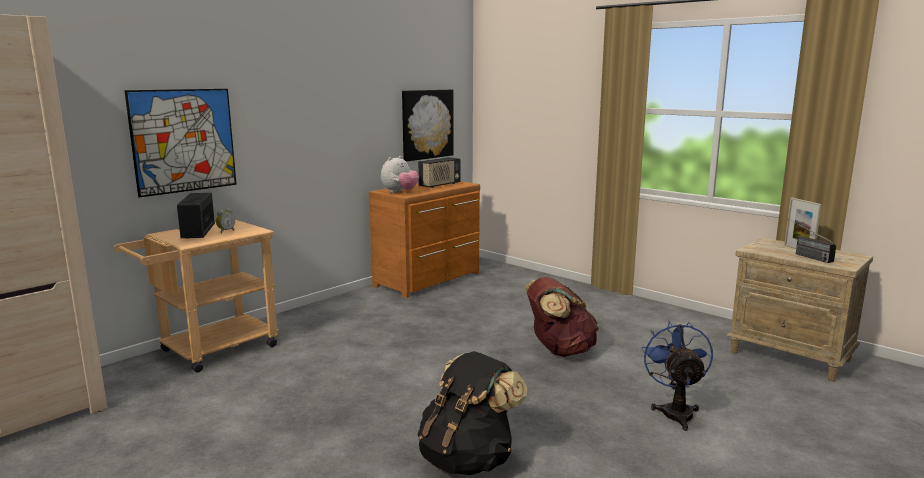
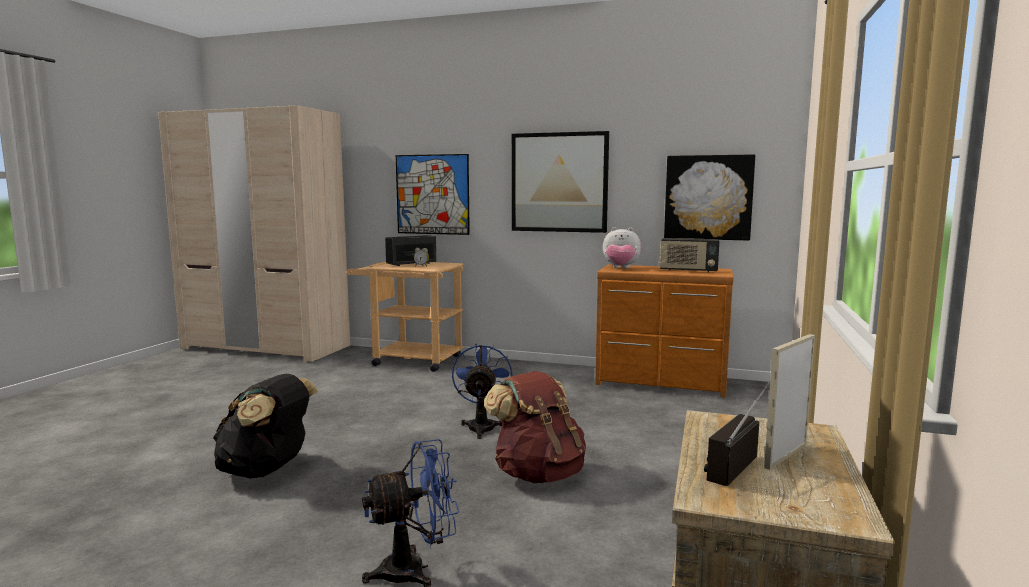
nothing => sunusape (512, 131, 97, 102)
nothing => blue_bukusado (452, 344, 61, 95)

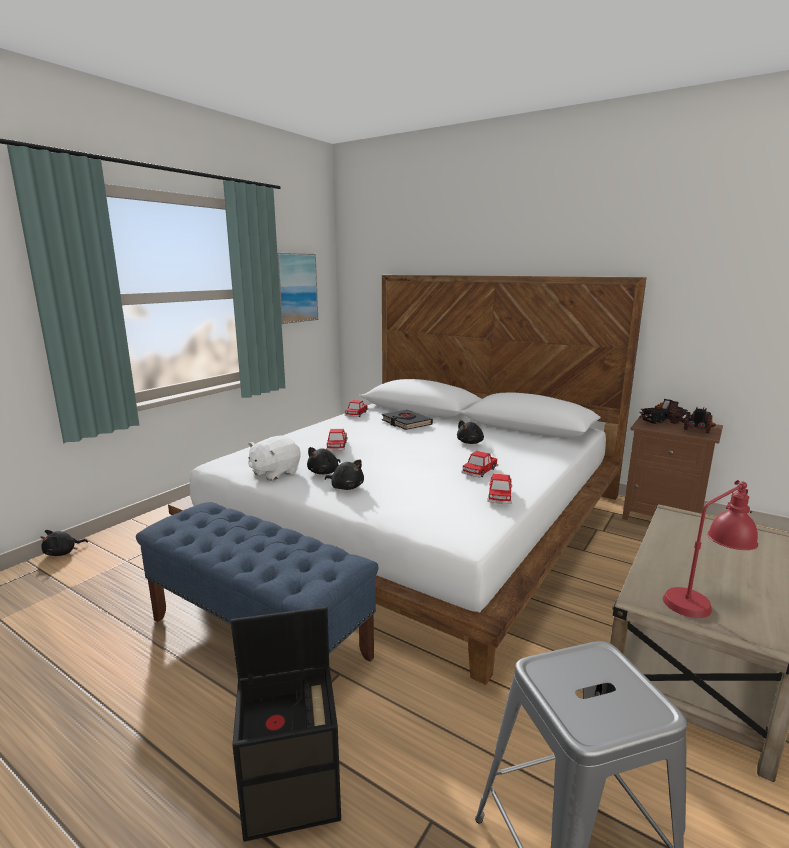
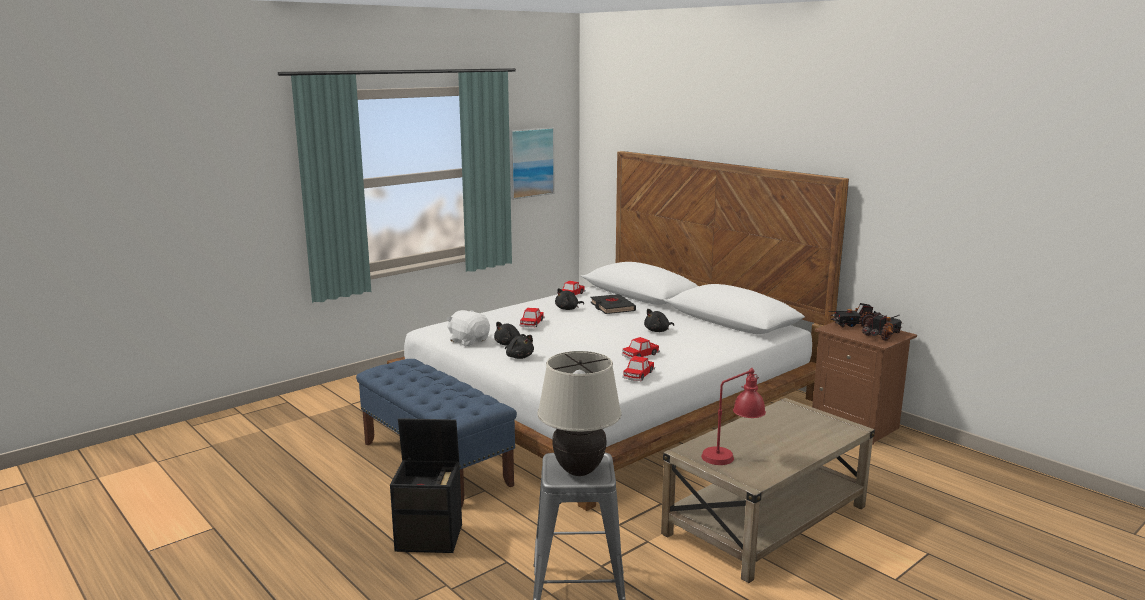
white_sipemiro (249, 436, 52, 45) => white_sipemiro (446, 310, 44, 36), 75 degrees clockwise
black_sipemiro (41, 530, 47, 26) => black_sipemiro (555, 288, 29, 22), shifted
nothing => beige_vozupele (537, 351, 85, 125)

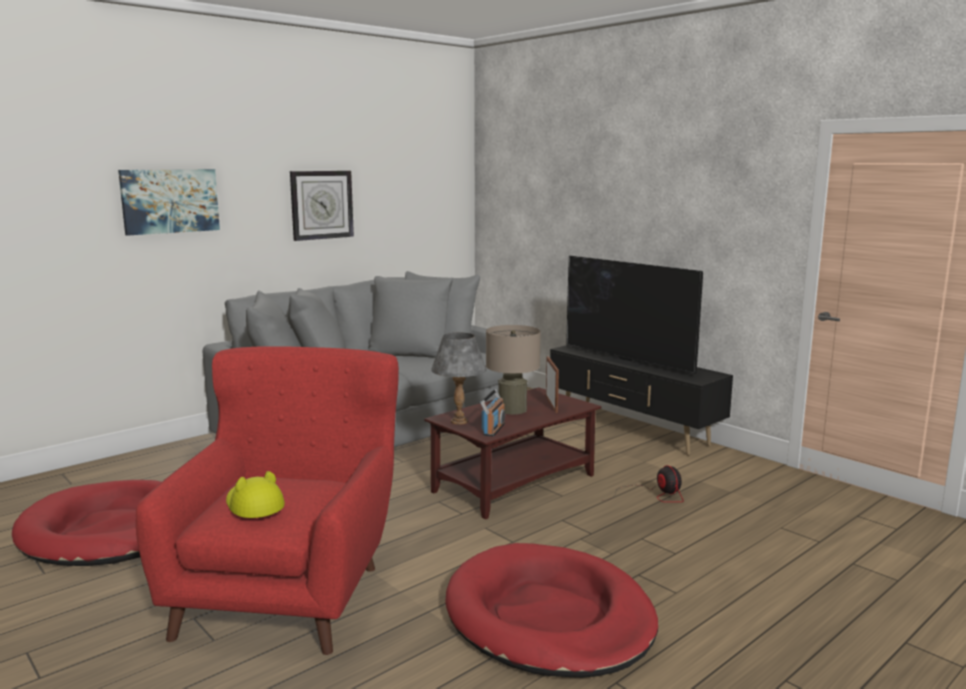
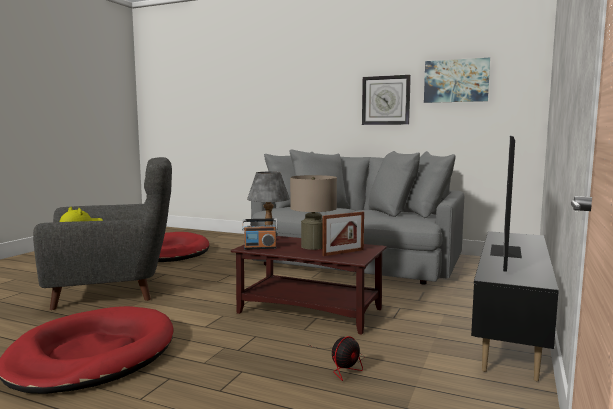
sunusape (118, 169, 102, 67) => sunusape (424, 58, 66, 45), shifted
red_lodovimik (136, 346, 263, 309) => grey_lodovimik (33, 157, 139, 153)

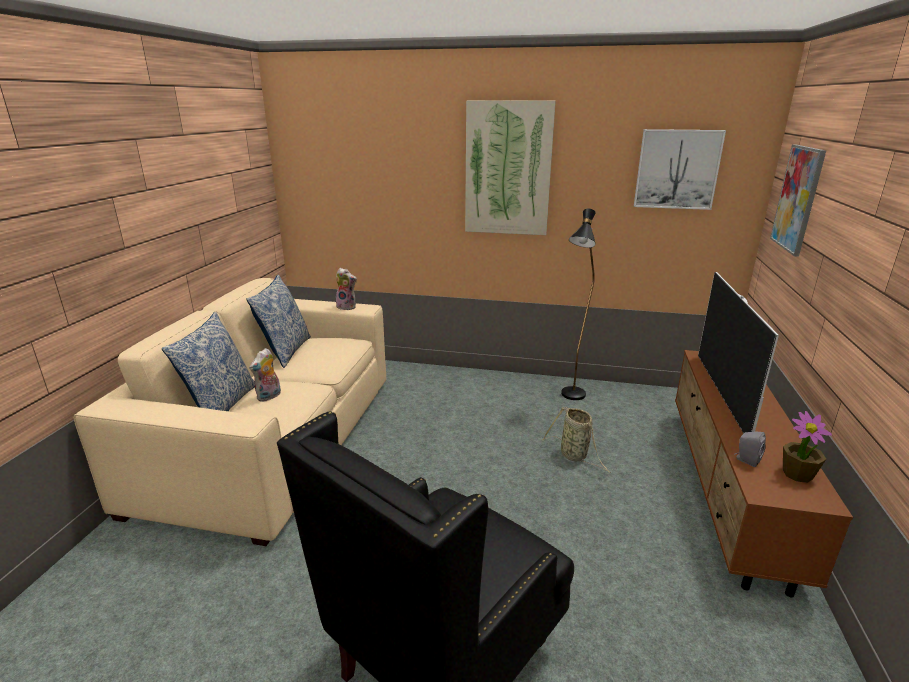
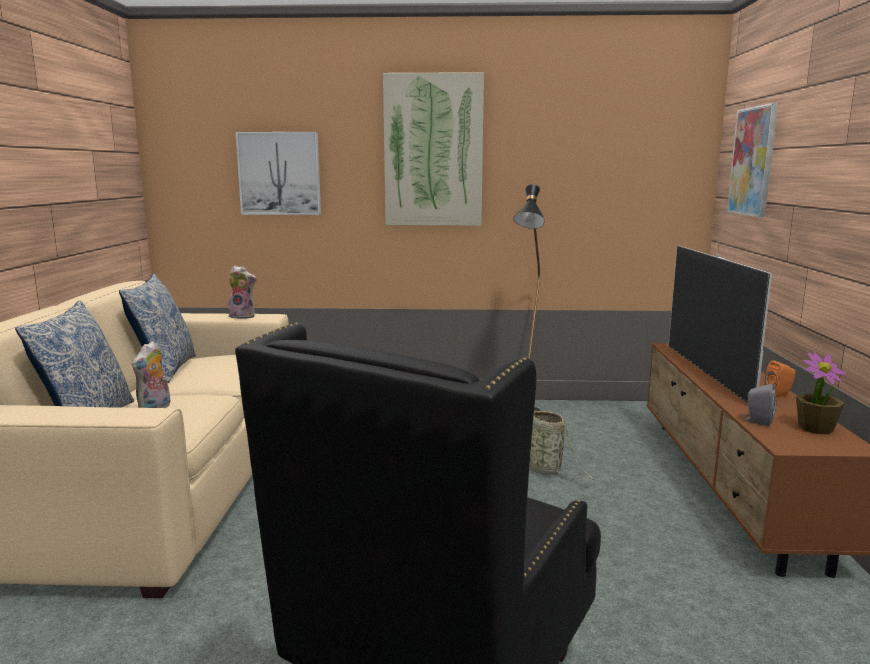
sunusape (634, 129, 92, 81) => sunusape (236, 132, 85, 83), shifted
nothing => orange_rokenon (764, 360, 31, 38)

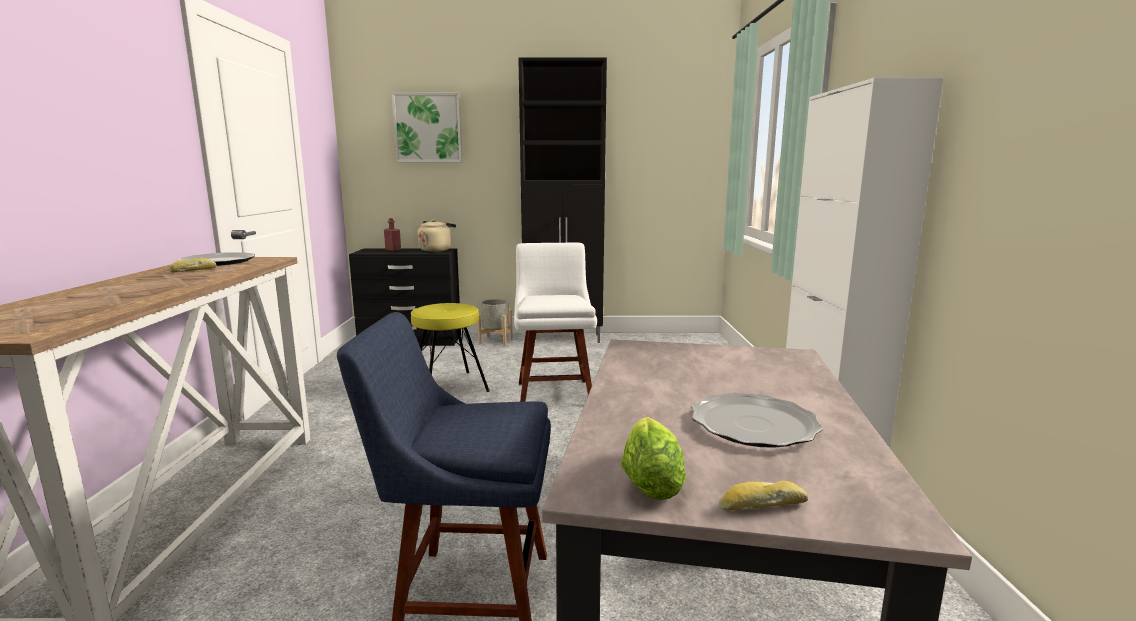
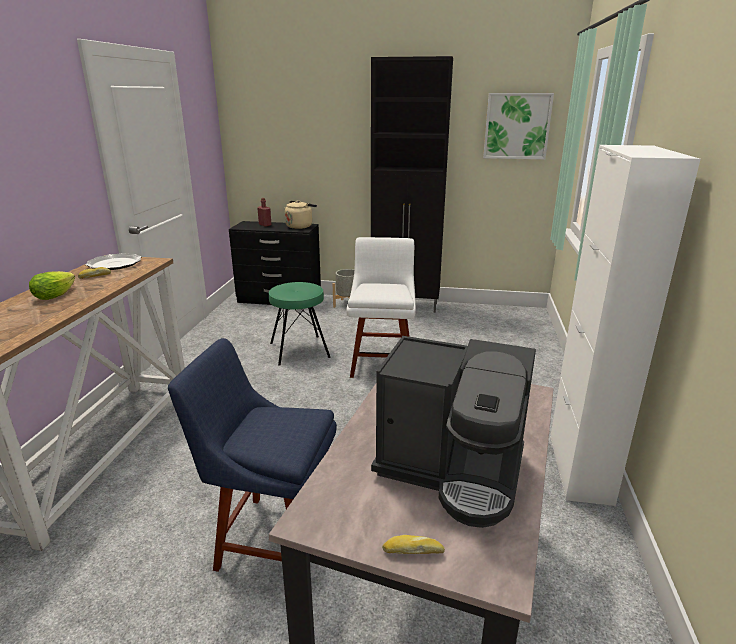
sunusape (392, 93, 70, 69) => sunusape (483, 93, 71, 67), shifted
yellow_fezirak (411, 303, 79, 89) => green_fezirak (269, 282, 62, 84)
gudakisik (691, 392, 132, 56) => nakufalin (371, 336, 165, 192)
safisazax (621, 417, 66, 83) => safisazax (29, 271, 46, 29), shifted

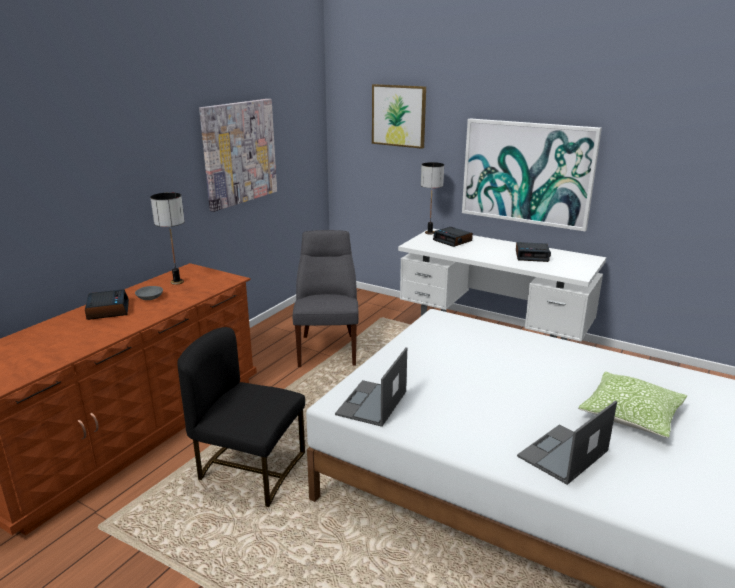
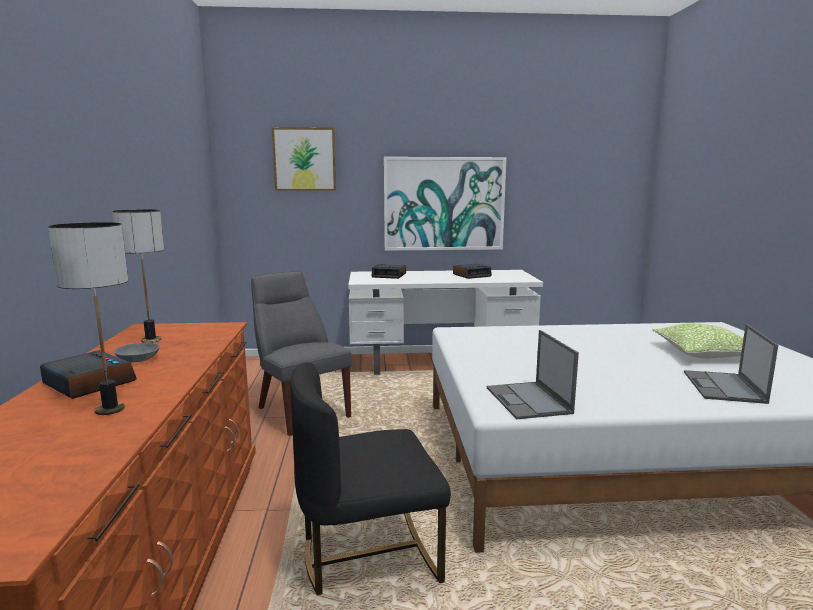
sunusape (199, 99, 78, 113) => nothing
vozupele (421, 162, 23, 72) => vozupele (48, 222, 80, 193), shifted

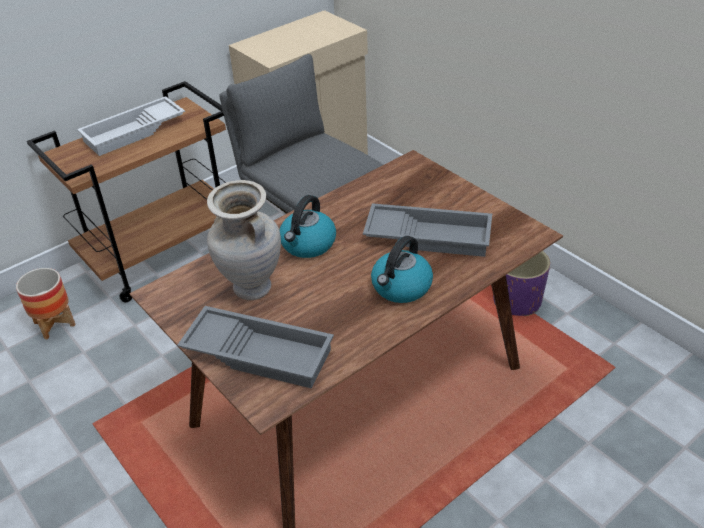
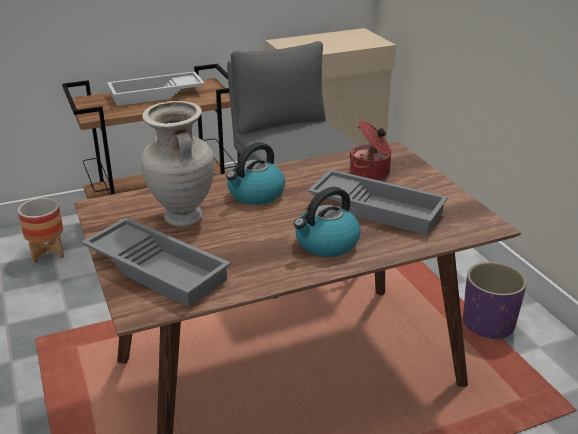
nothing => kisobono (349, 120, 43, 60)

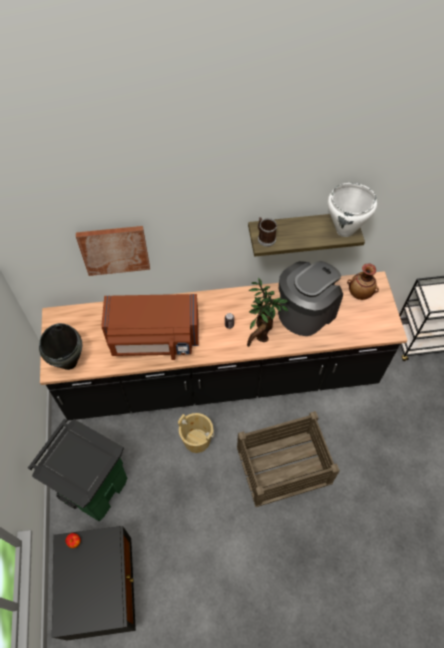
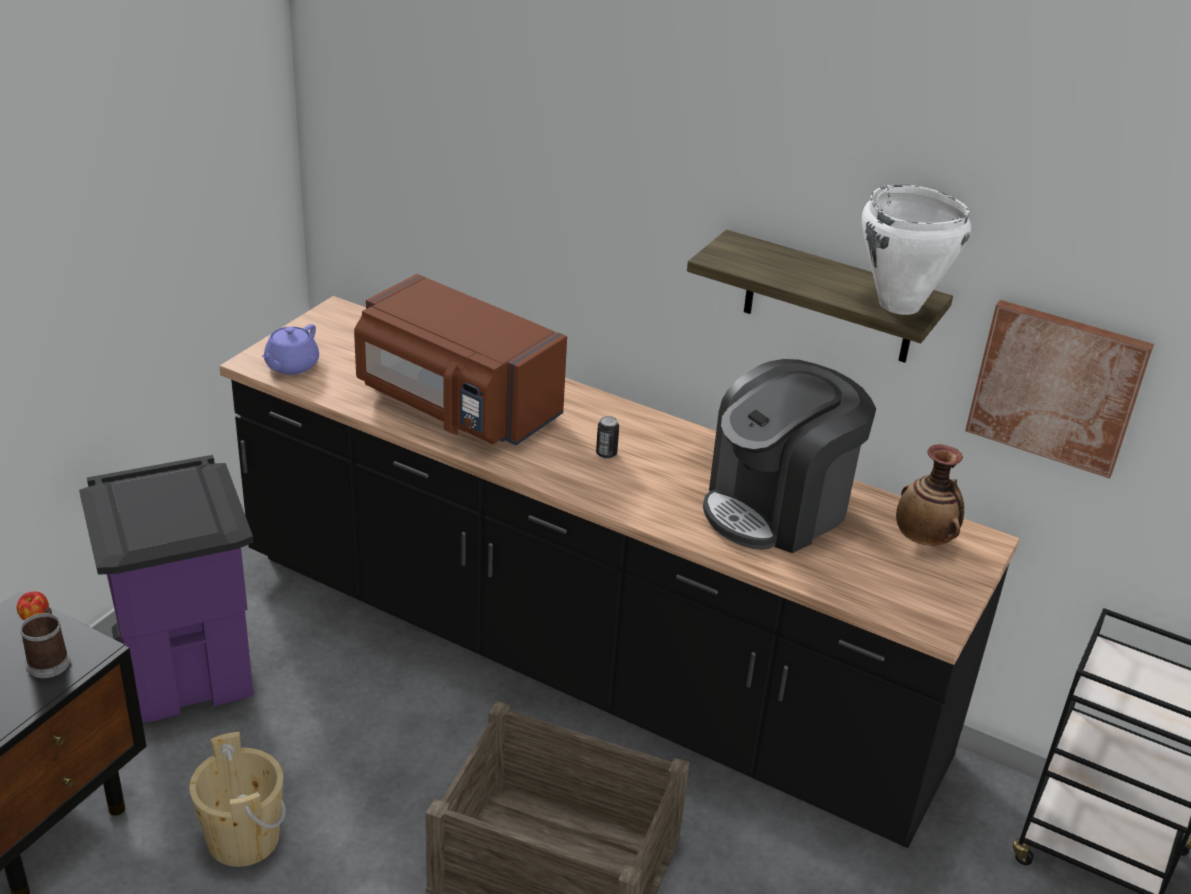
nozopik (258, 217, 19, 30) => nozopik (20, 608, 50, 70), shifted
sunusape (76, 226, 74, 50) => sunusape (965, 300, 189, 179), shifted
nakufalin (278, 261, 65, 75) => nakufalin (703, 359, 173, 194), 150 degrees clockwise
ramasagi (247, 277, 41, 70) => nothing
black_kisobono (39, 323, 43, 47) => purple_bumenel (262, 324, 57, 51)
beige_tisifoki (178, 413, 36, 40) => beige_tisifoki (189, 732, 97, 135), shifted
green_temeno (28, 418, 99, 103) => purple_temeno (79, 455, 175, 267)

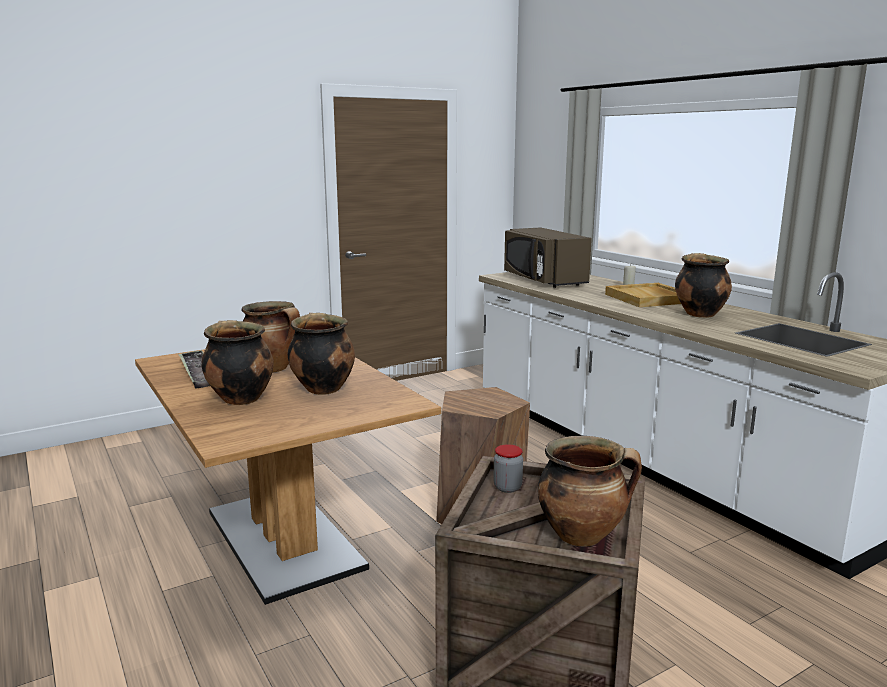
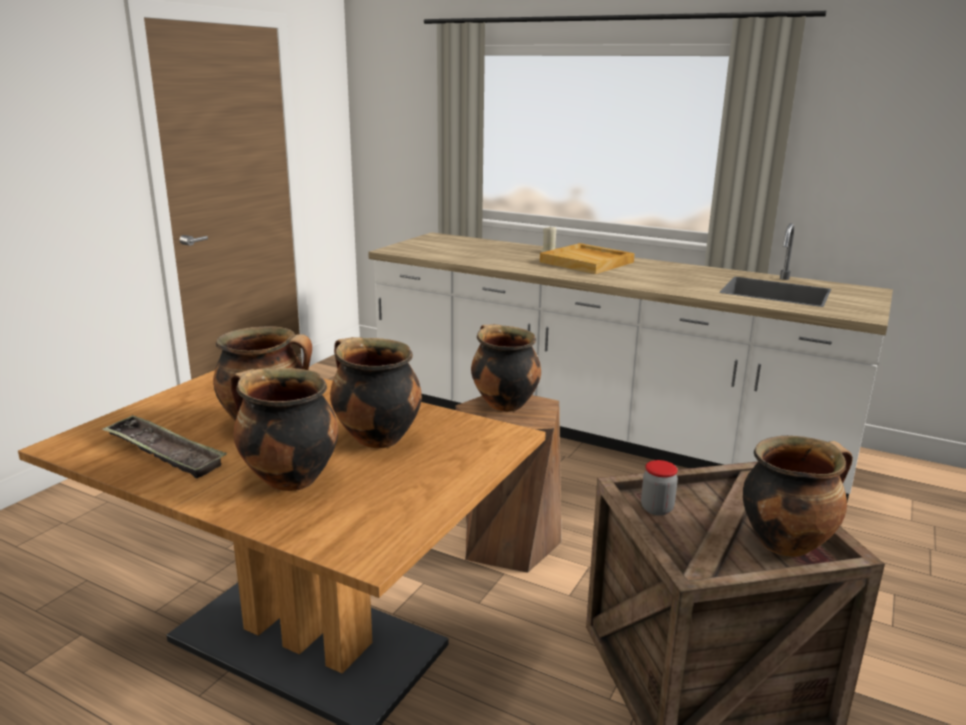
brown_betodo (504, 227, 88, 61) => nothing
kisobono (675, 253, 57, 65) => kisobono (471, 324, 70, 88), shifted

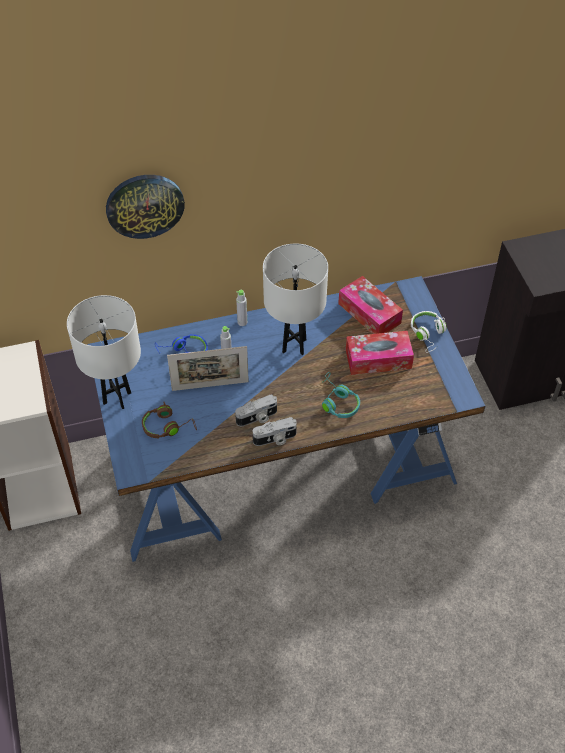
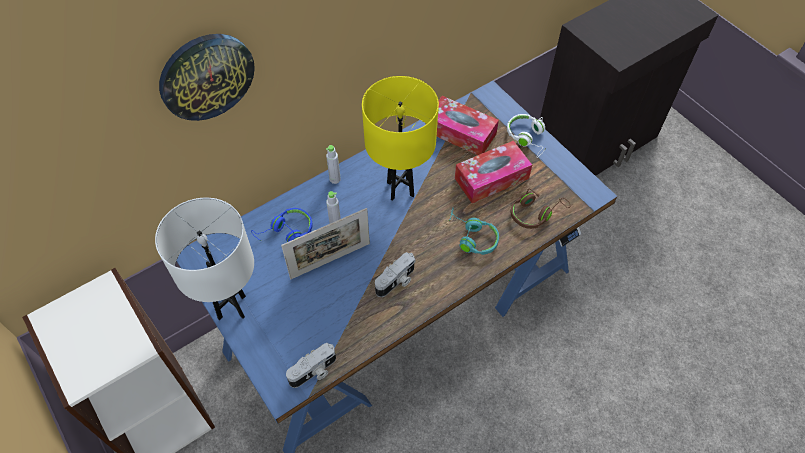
white_vozupele (263, 244, 65, 112) => yellow_vozupele (362, 76, 77, 125)
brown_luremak (142, 402, 55, 36) => brown_luremak (510, 189, 60, 40), shifted
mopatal (253, 417, 44, 29) => mopatal (286, 343, 50, 45), shifted

